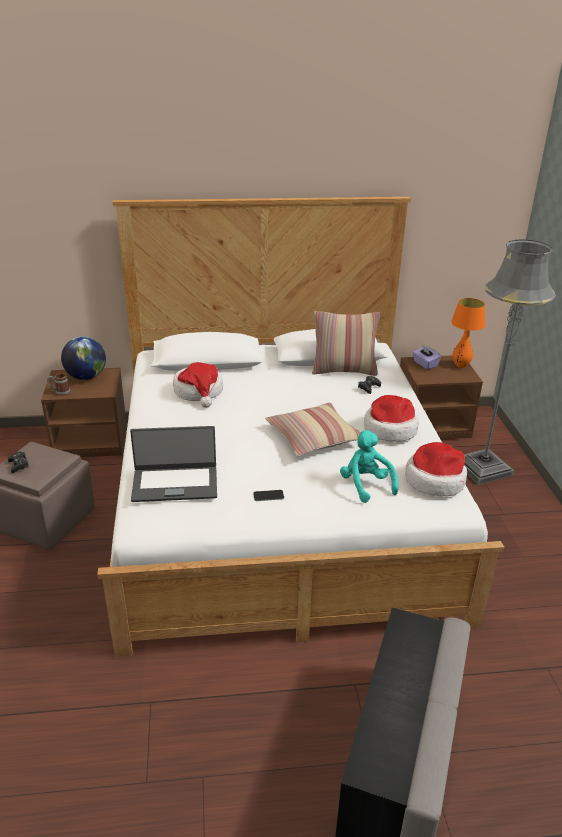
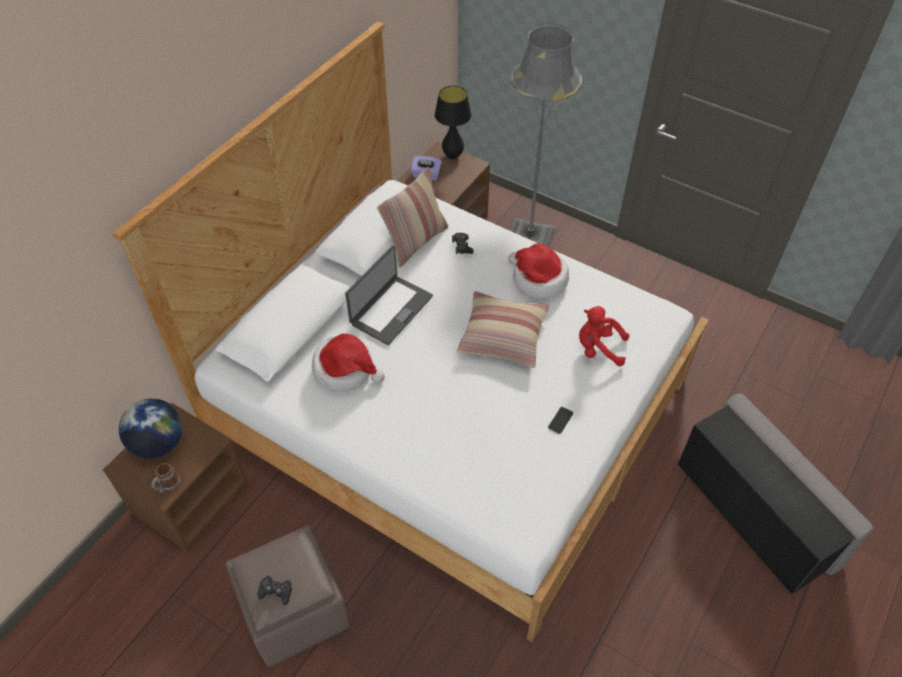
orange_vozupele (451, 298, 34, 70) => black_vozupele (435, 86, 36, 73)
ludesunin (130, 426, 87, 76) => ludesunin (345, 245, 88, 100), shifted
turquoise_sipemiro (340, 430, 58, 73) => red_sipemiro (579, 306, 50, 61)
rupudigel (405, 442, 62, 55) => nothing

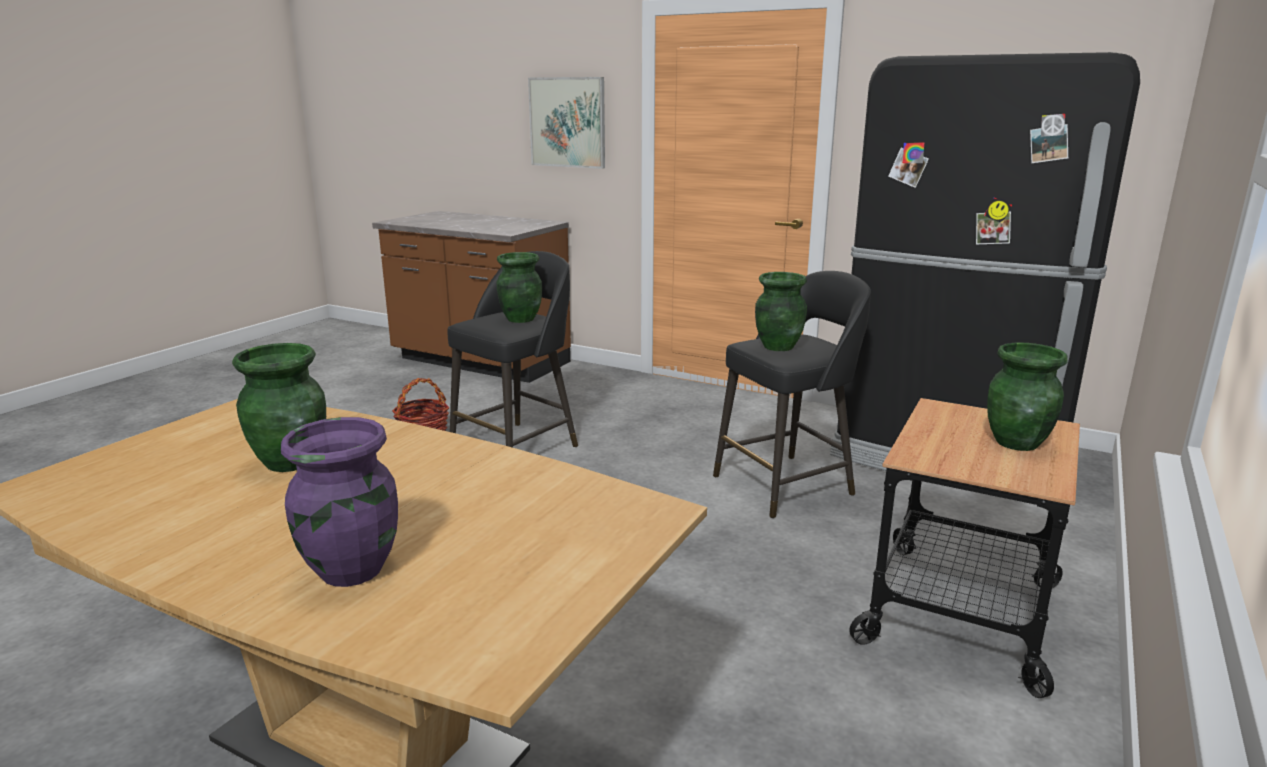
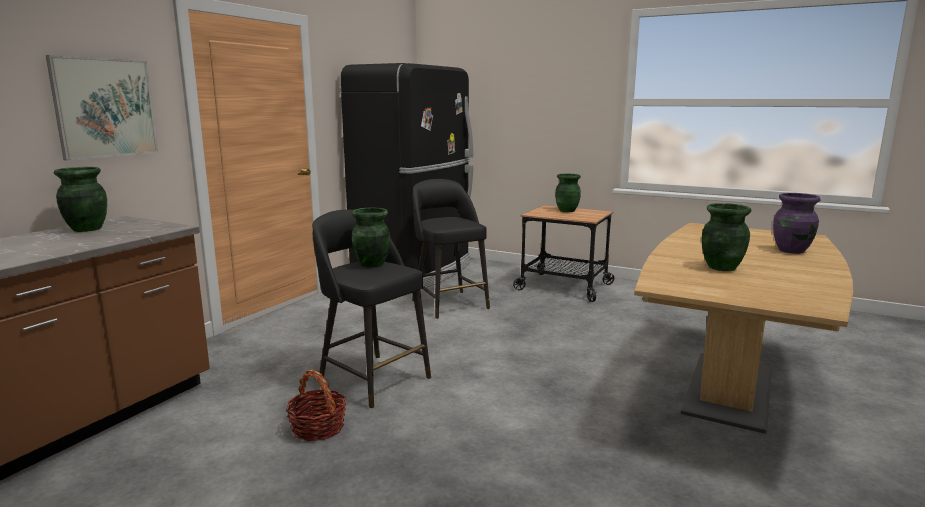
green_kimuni (755, 272, 52, 79) => green_kimuni (54, 167, 53, 65), shifted

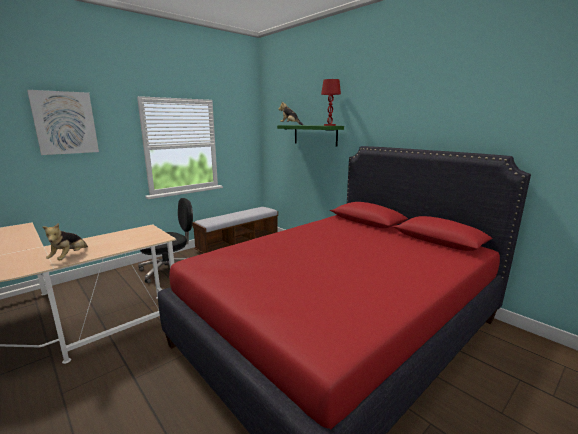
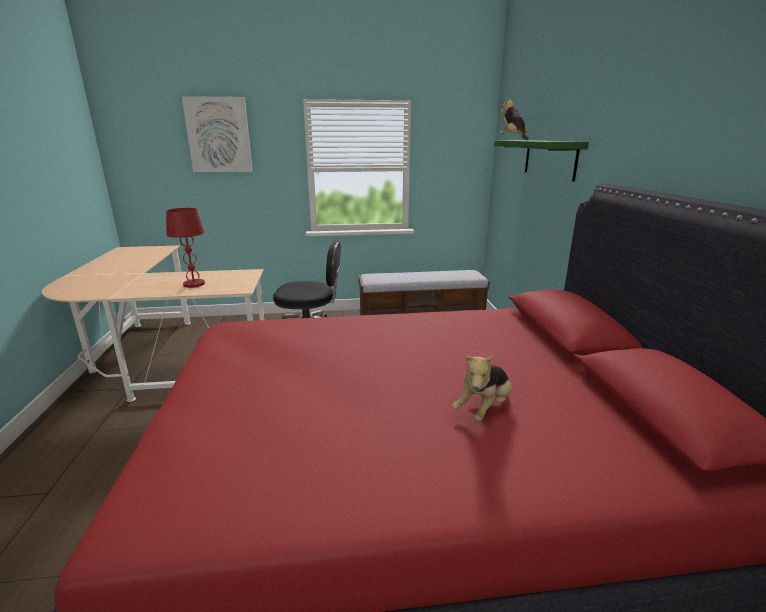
red_vozupele (321, 79, 20, 47) => red_vozupele (166, 208, 39, 80), shifted
sipemiro (42, 223, 46, 37) => sipemiro (452, 355, 60, 67), shifted

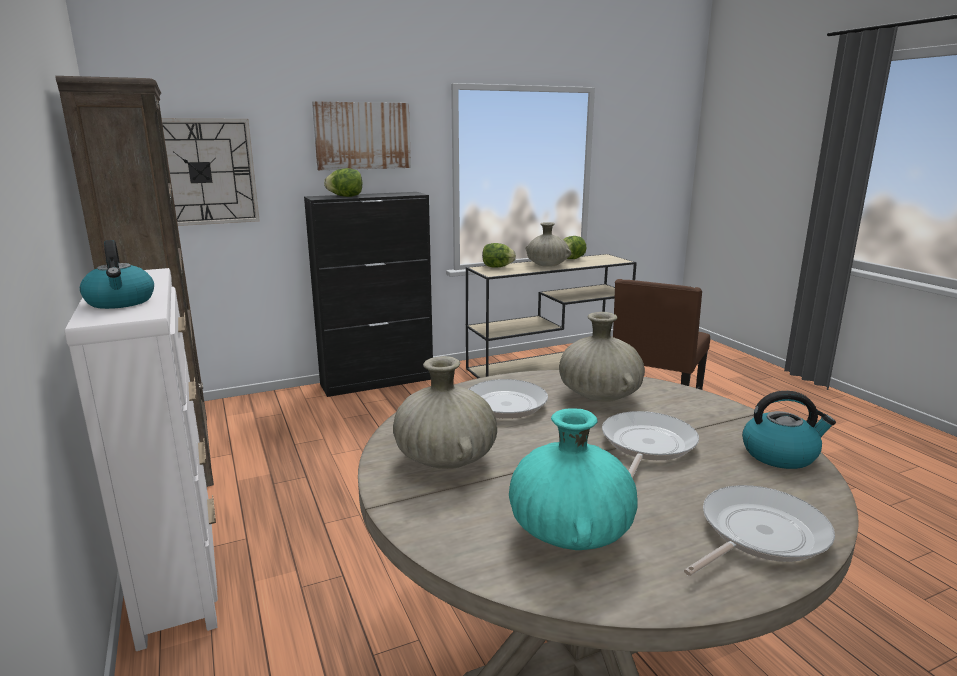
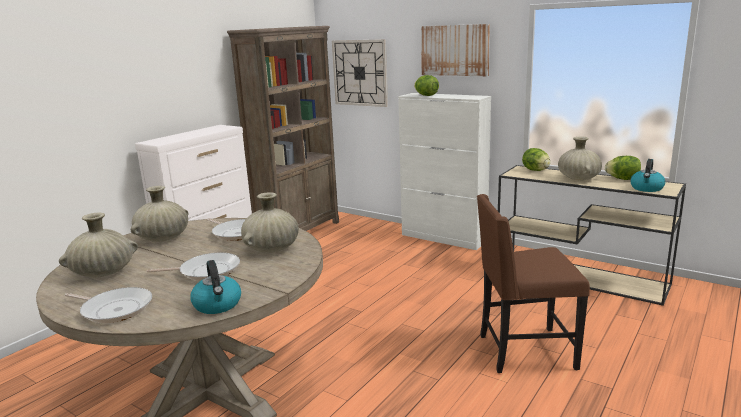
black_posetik (304, 192, 129, 205) => white_posetik (398, 93, 93, 157)
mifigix (80, 240, 74, 69) => mifigix (630, 159, 35, 33), shifted
turquoise_kimuni (509, 408, 129, 142) => beige_kimuni (59, 213, 79, 65)

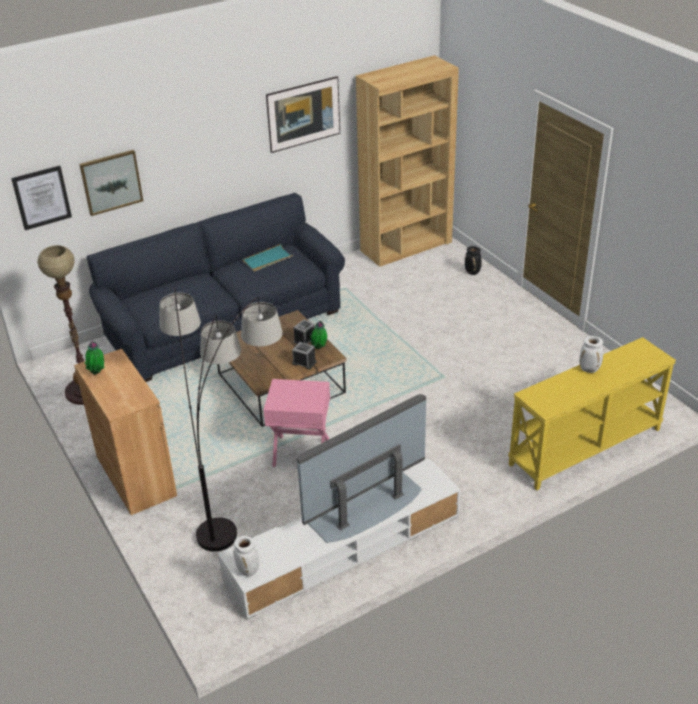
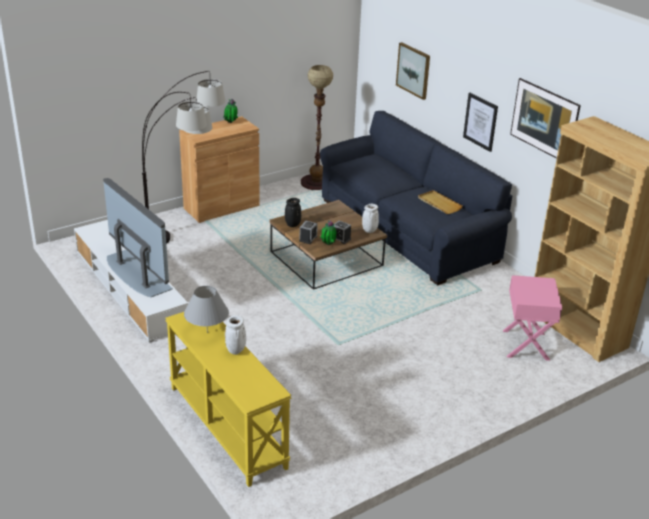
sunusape (11, 165, 61, 65) => sunusape (463, 93, 35, 59), shifted
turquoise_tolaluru (242, 244, 52, 28) => beige_tolaluru (418, 190, 45, 24)
black_kimuni (465, 246, 17, 29) => black_kimuni (285, 198, 16, 29), shifted
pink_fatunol (263, 379, 67, 88) => pink_fatunol (503, 275, 59, 86), shifted
white_kimuni (233, 536, 26, 41) => white_kimuni (362, 204, 17, 29), shifted
nothing => grey_vozupele (184, 286, 45, 47)

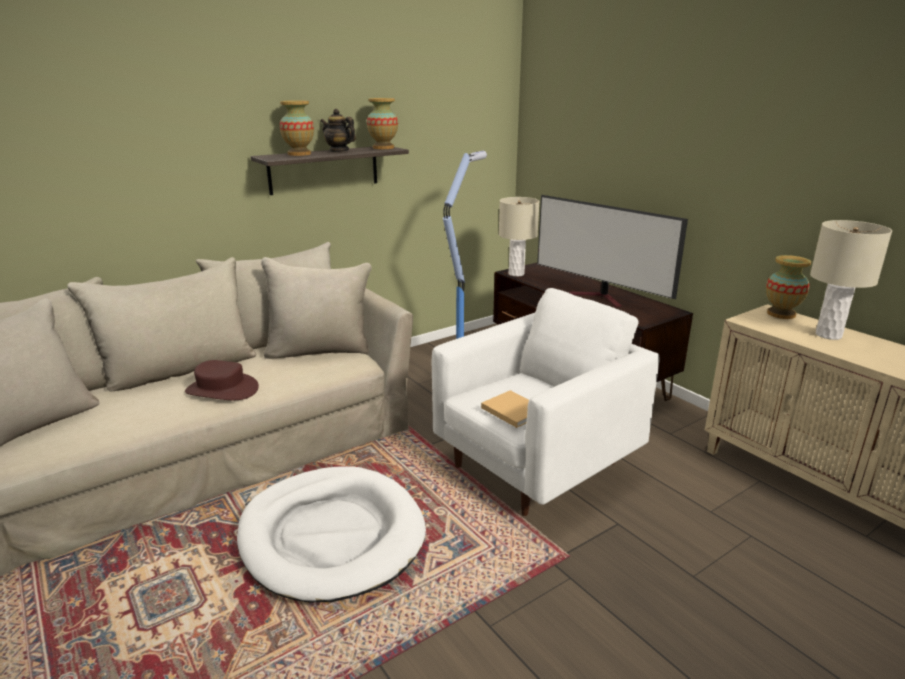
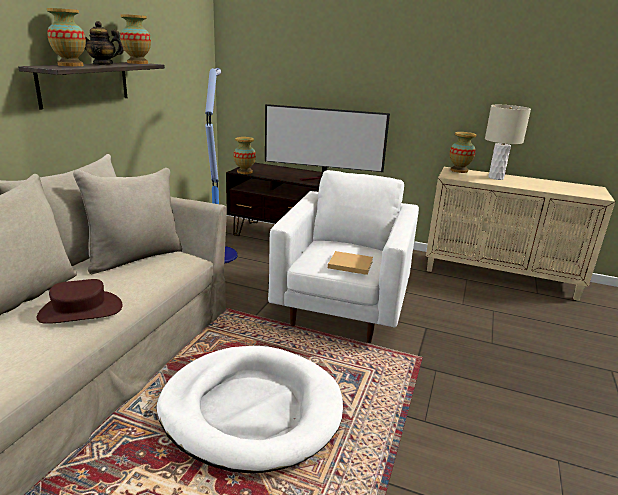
beige_vozupele (499, 197, 41, 80) => kimuni (233, 137, 23, 37)

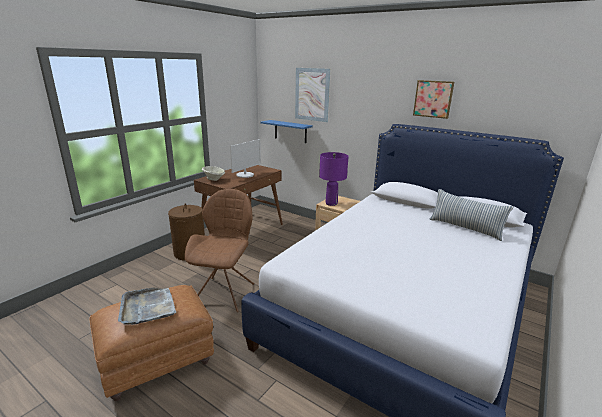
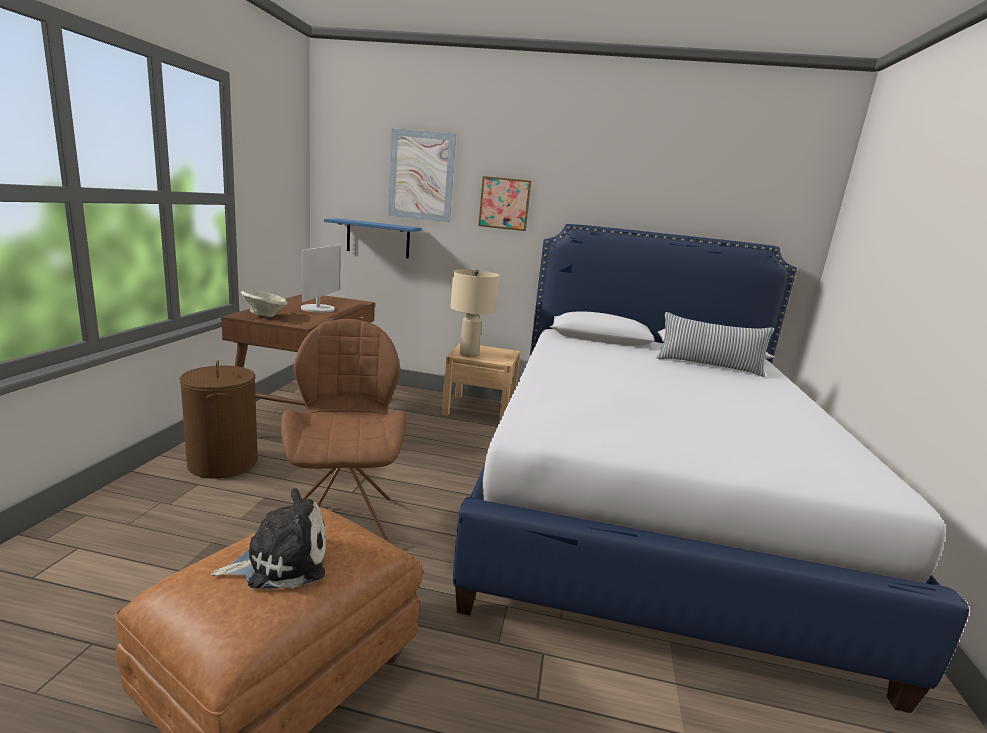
sunusape (413, 80, 41, 39) => sunusape (478, 176, 53, 55), shifted
purple_vozupele (319, 152, 30, 54) => beige_vozupele (450, 269, 49, 88)
grey_tolaluru (118, 288, 58, 37) => sipemiro (211, 488, 115, 100)

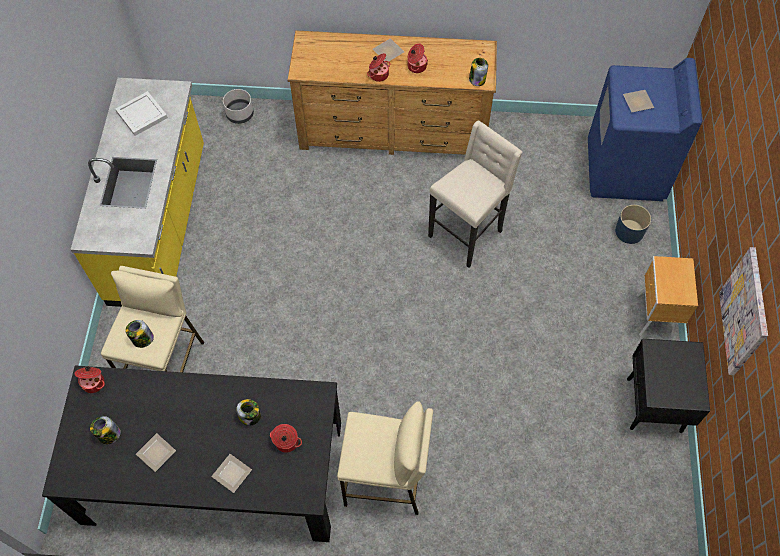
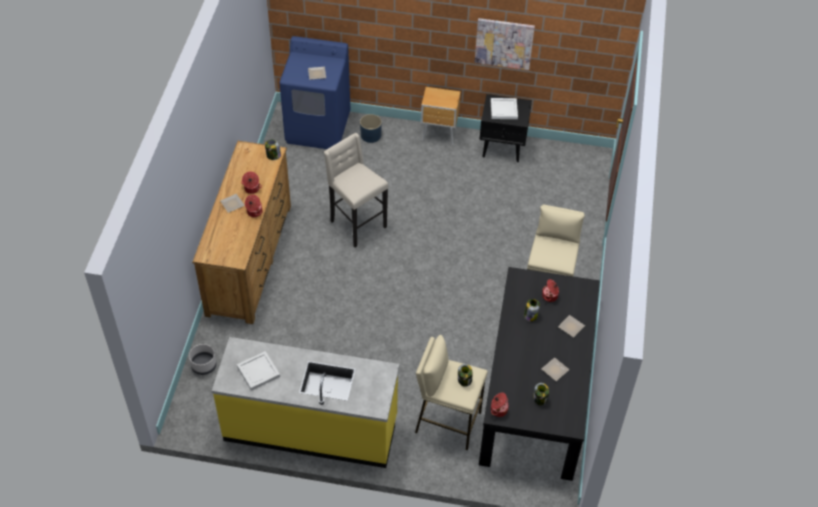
nothing => white_tolaluru (491, 98, 27, 21)

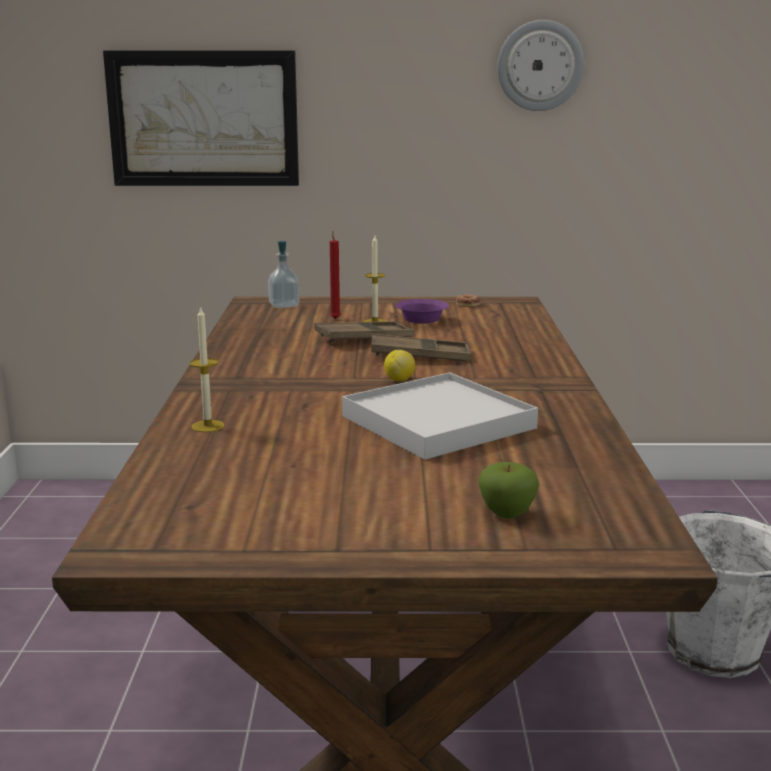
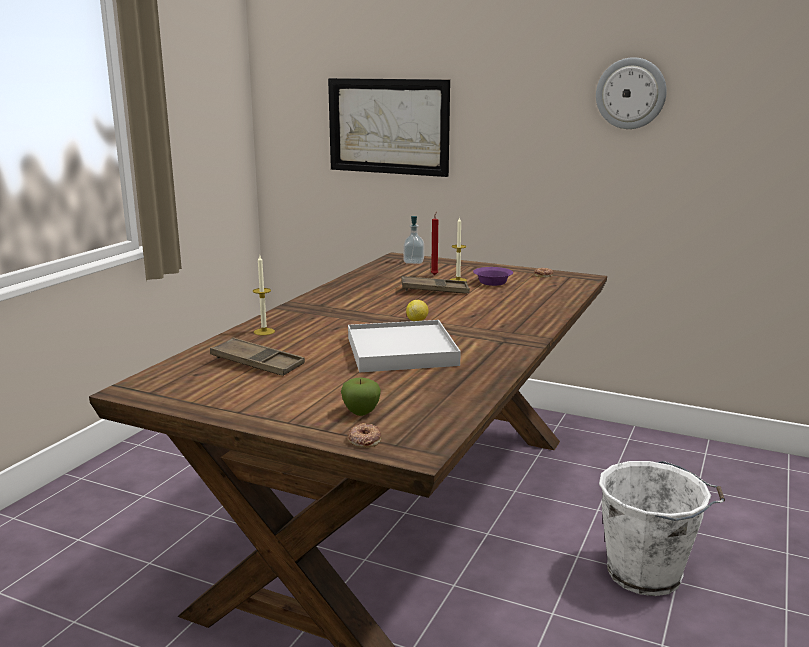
brown_tolaluru (371, 334, 100, 27) => brown_tolaluru (210, 337, 95, 39), shifted
nothing => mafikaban (347, 423, 34, 25)

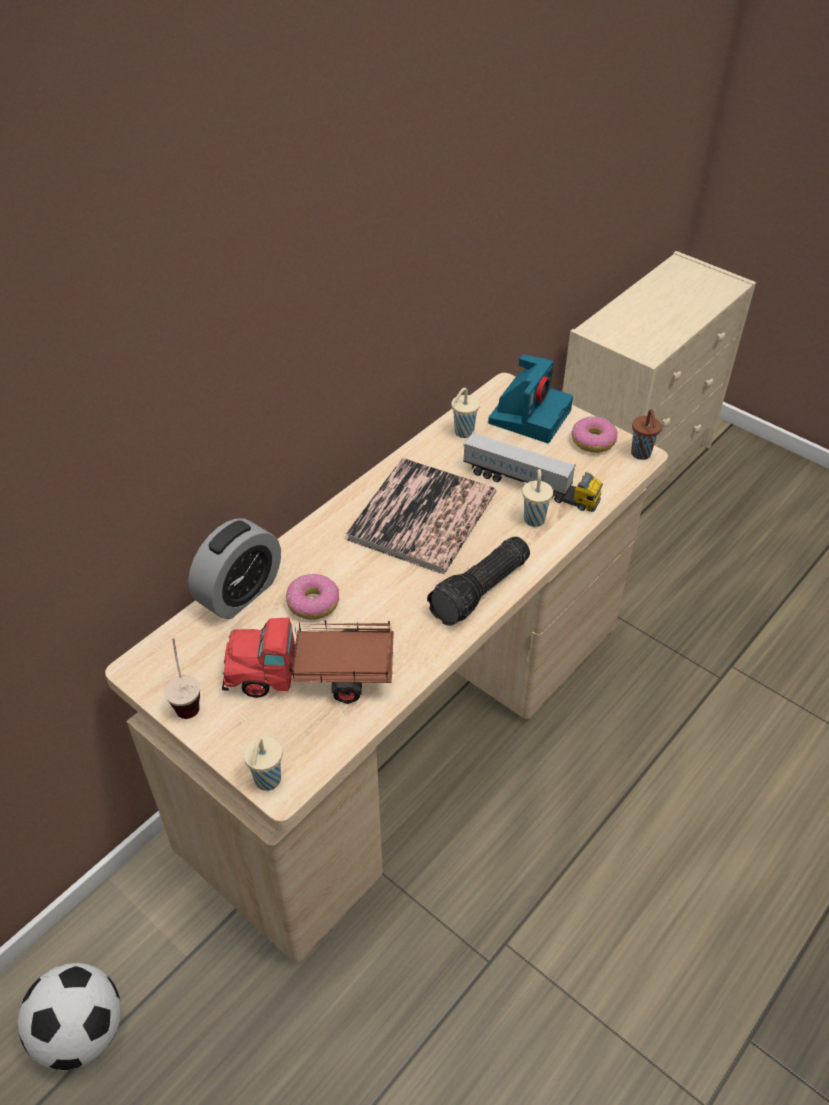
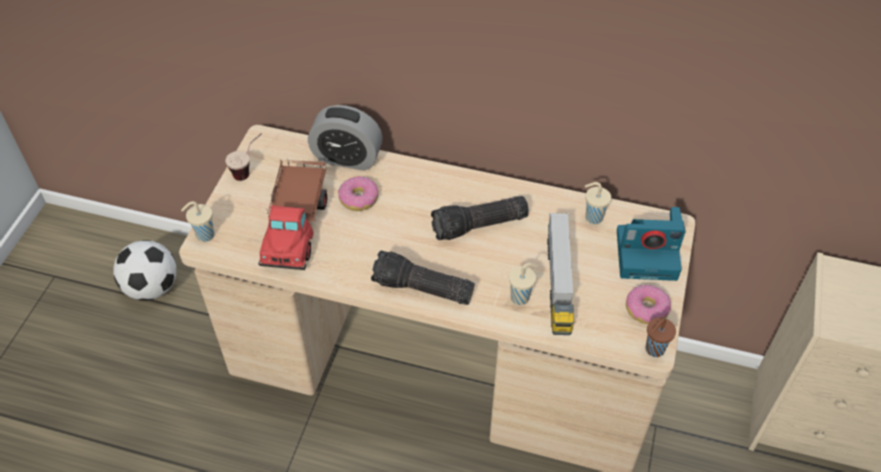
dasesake (346, 458, 150, 116) => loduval (431, 196, 98, 44)
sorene (222, 617, 172, 87) => sorene (258, 160, 69, 110), 150 degrees counterclockwise

